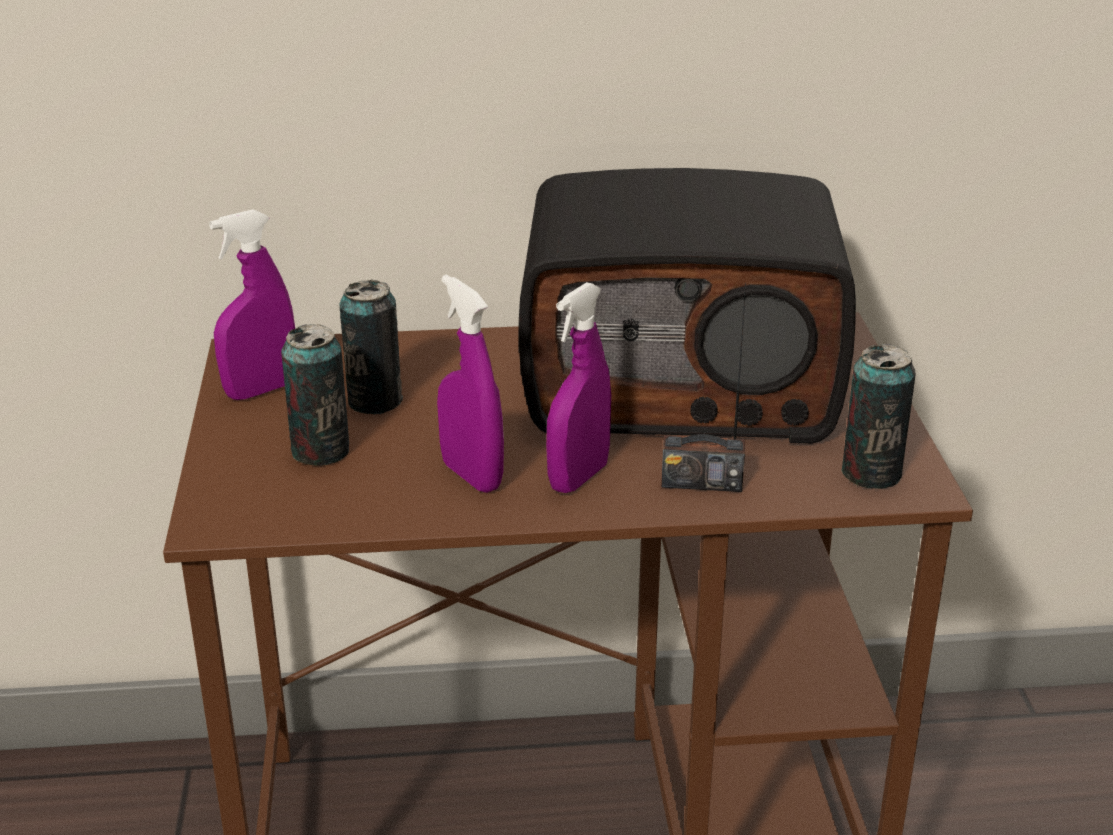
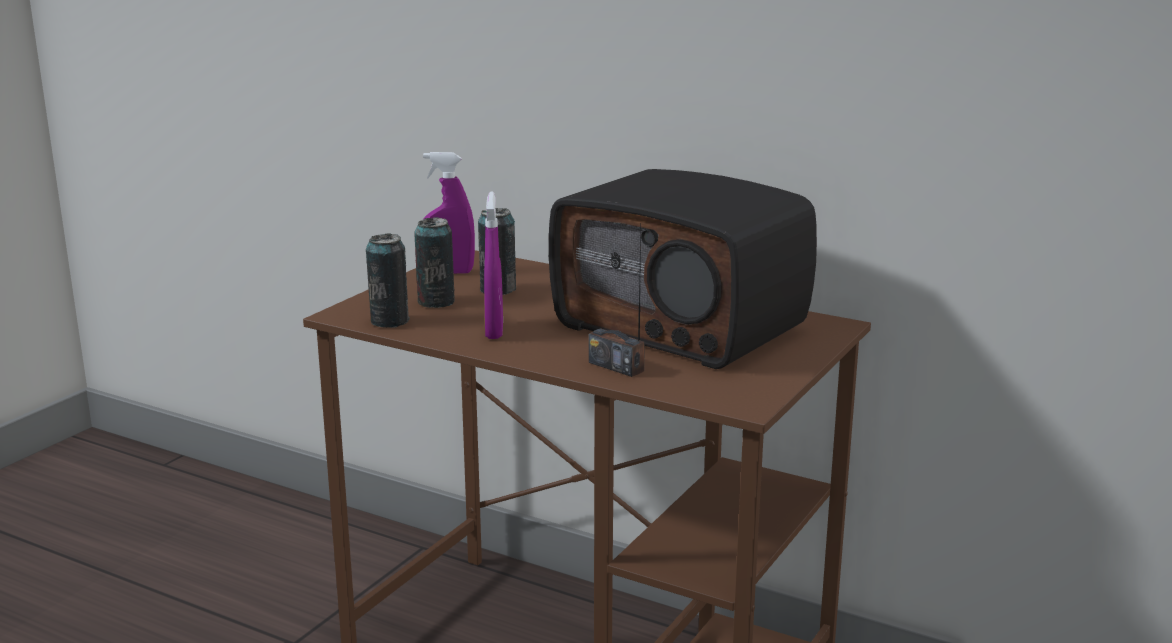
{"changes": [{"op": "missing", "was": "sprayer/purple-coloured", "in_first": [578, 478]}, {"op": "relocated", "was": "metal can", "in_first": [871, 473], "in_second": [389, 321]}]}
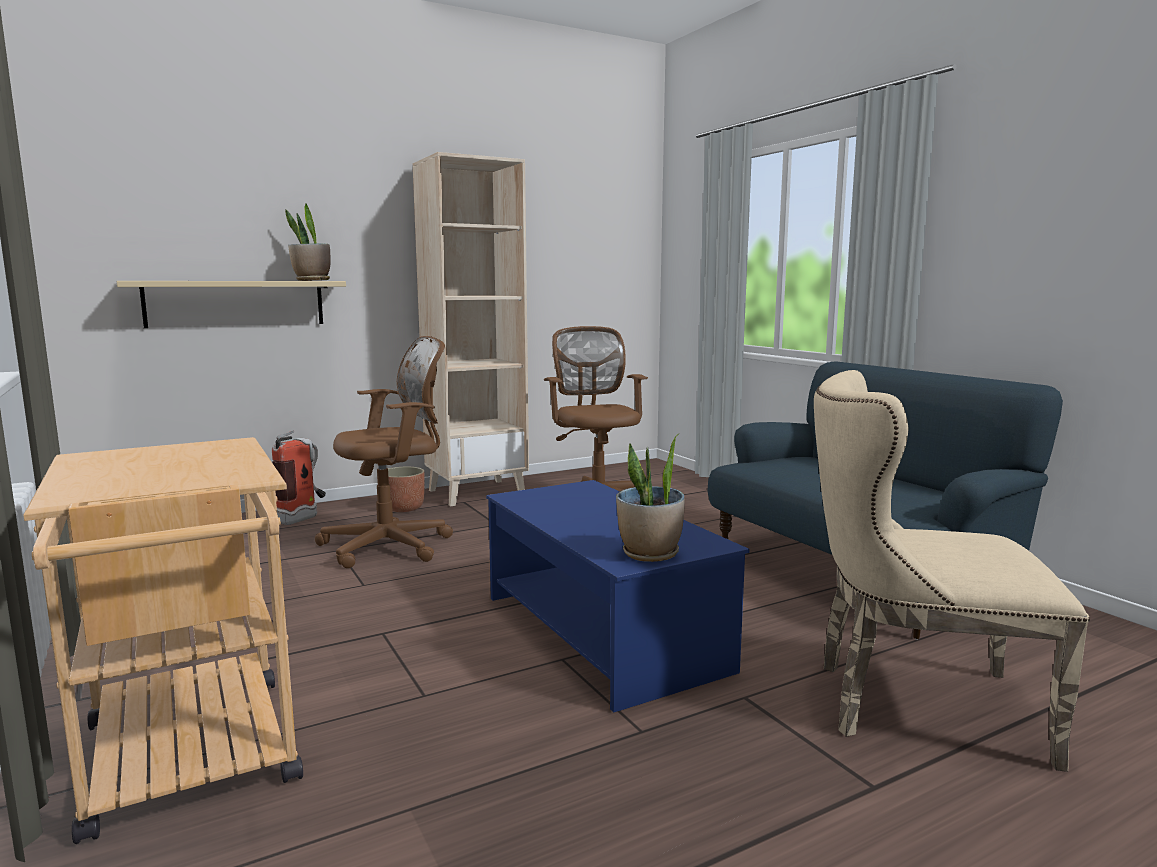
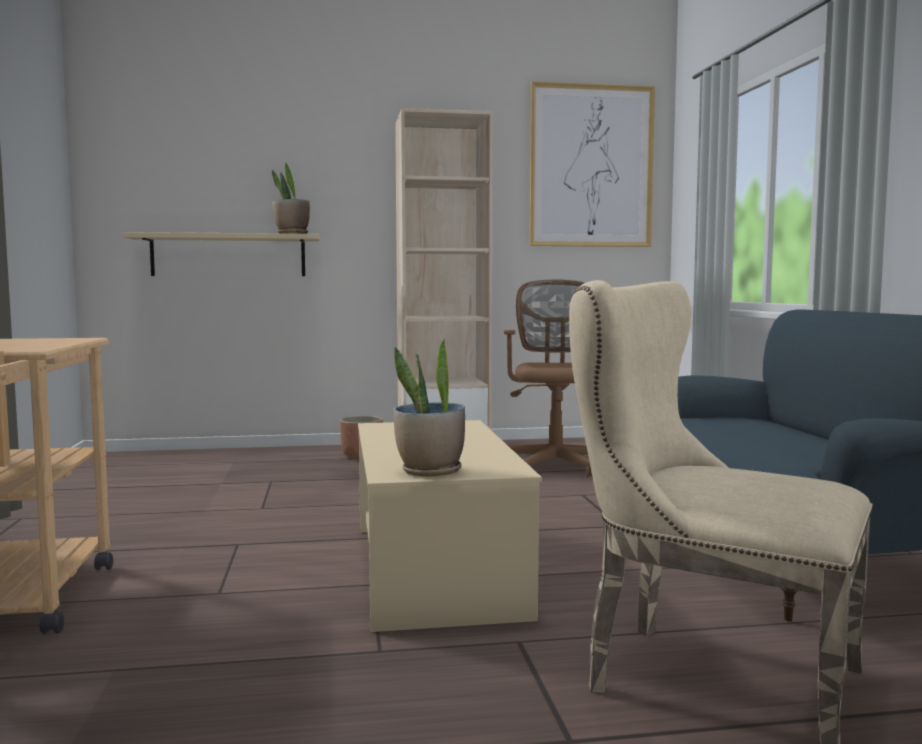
{"changes": [{"op": "missing", "was": "fire extinguisher", "in_first": [303, 518]}, {"op": "missing", "was": "office chair/brownish", "in_first": [392, 546]}, {"op": "appeared", "now": "wall picture", "in_second": [591, 166]}, {"op": "colour", "was": "low table/blue-coloured", "now": "low table/beige", "in_first": [603, 633], "in_second": [435, 569]}]}
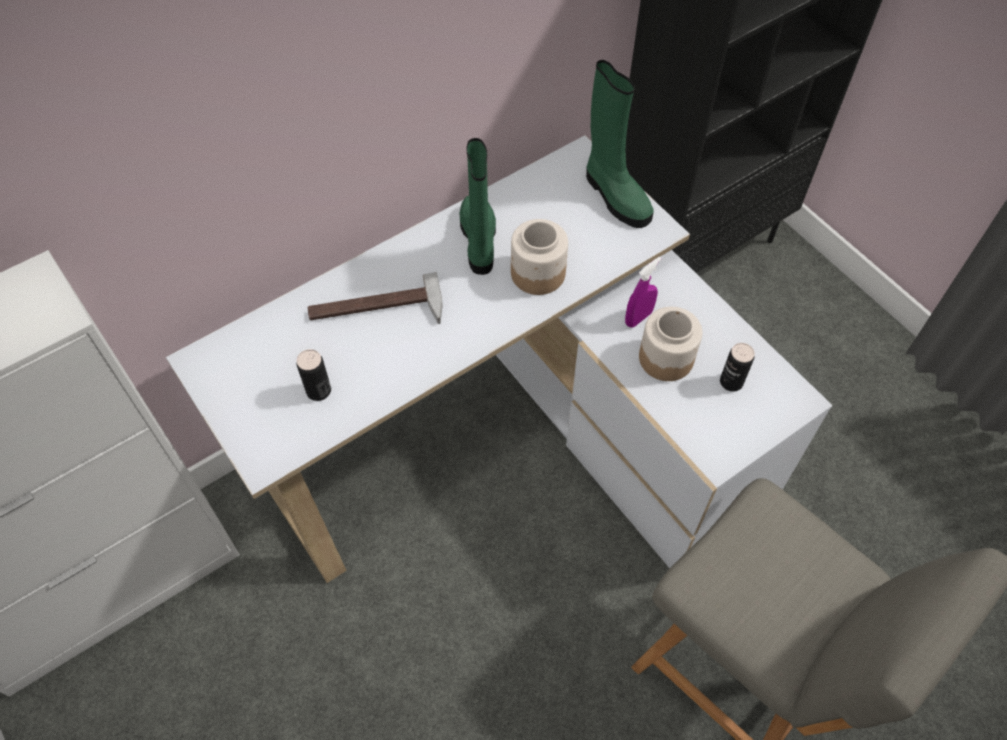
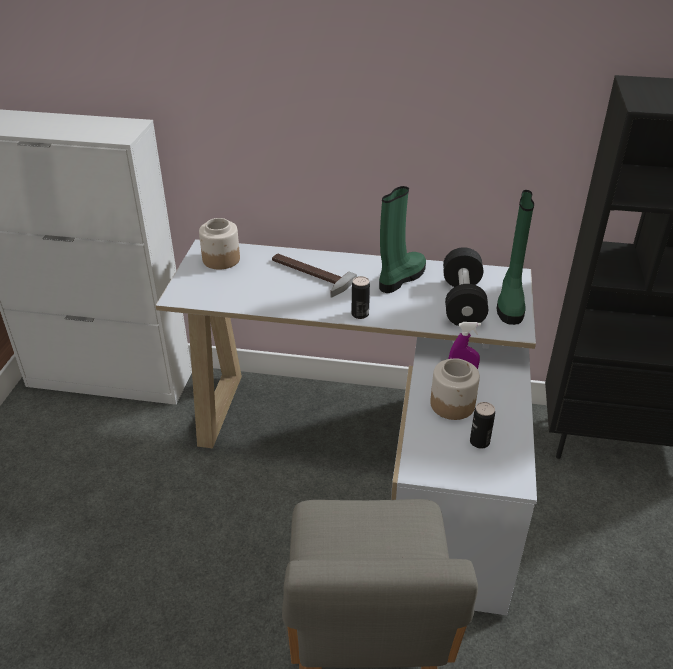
{"changes": [{"op": "appeared", "now": "dumbbell/blackish", "in_second": [462, 302]}, {"op": "relocated", "was": "metal can", "in_first": [318, 390], "in_second": [360, 314]}, {"op": "relocated", "was": "storage jar", "in_first": [537, 274], "in_second": [220, 259]}]}
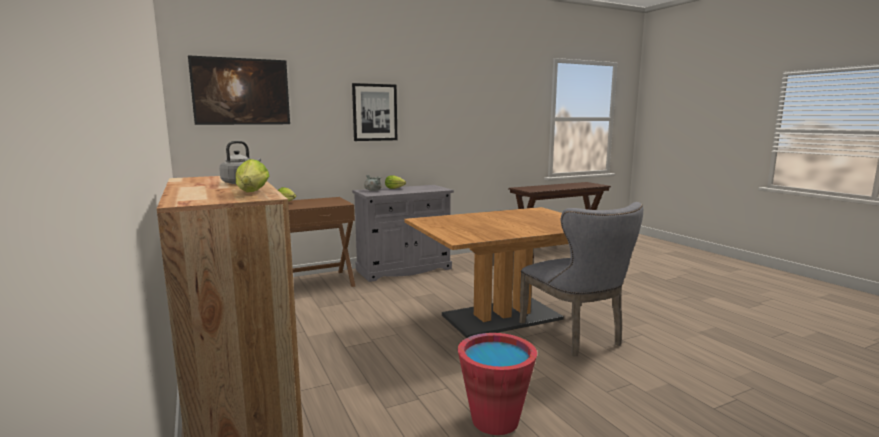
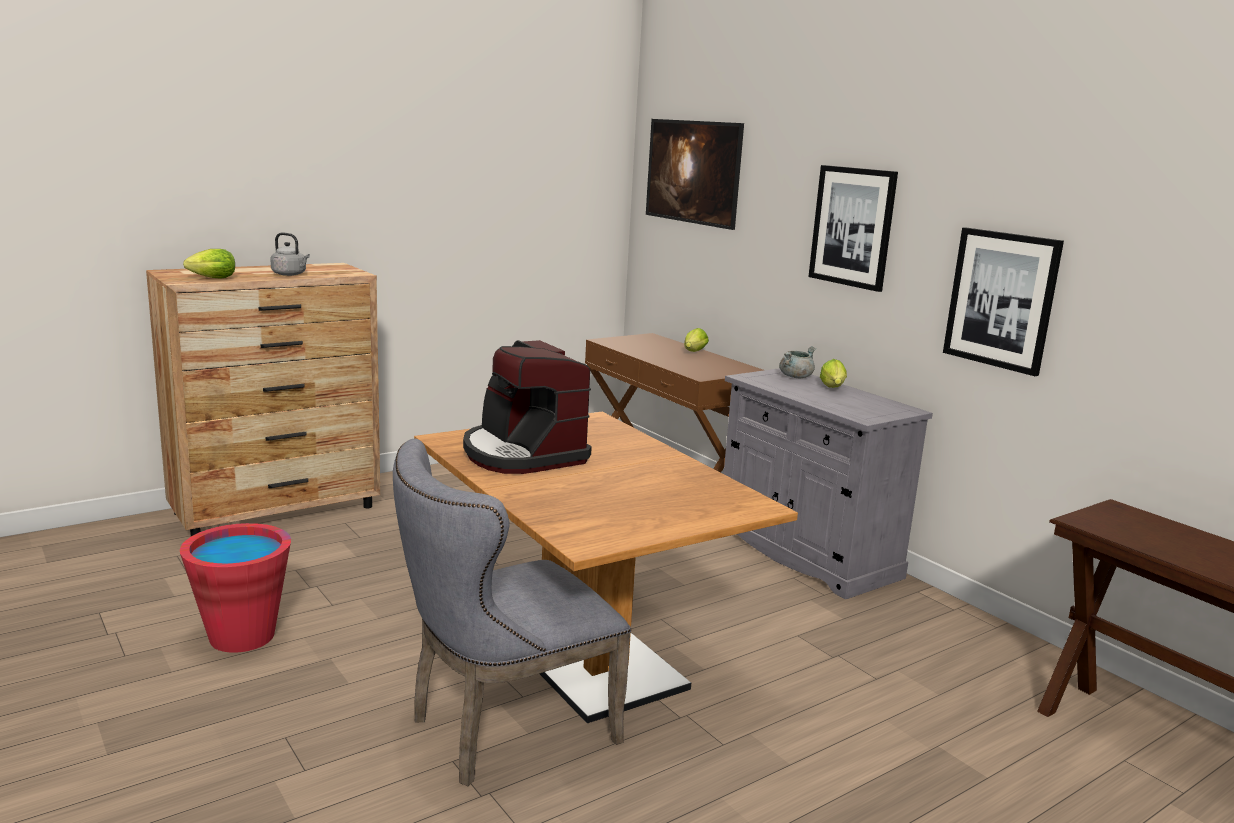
{"changes": [{"op": "appeared", "now": "coffee machine", "in_second": [522, 454]}, {"op": "appeared", "now": "wall picture", "in_second": [1001, 299]}]}
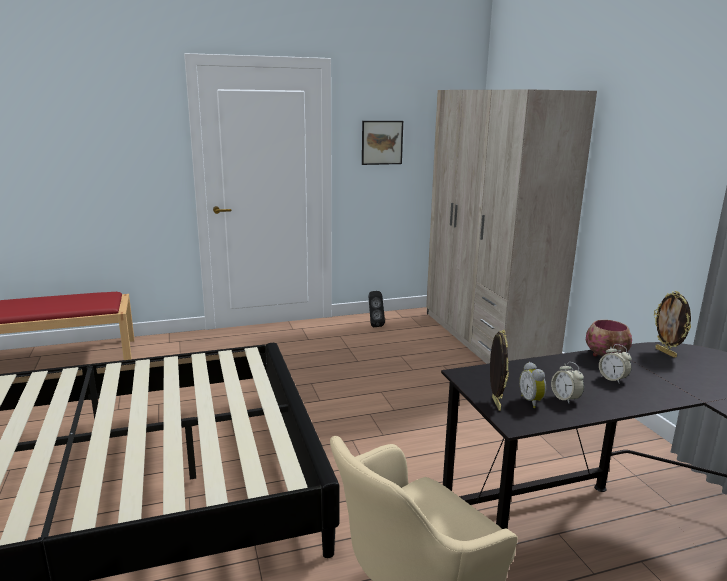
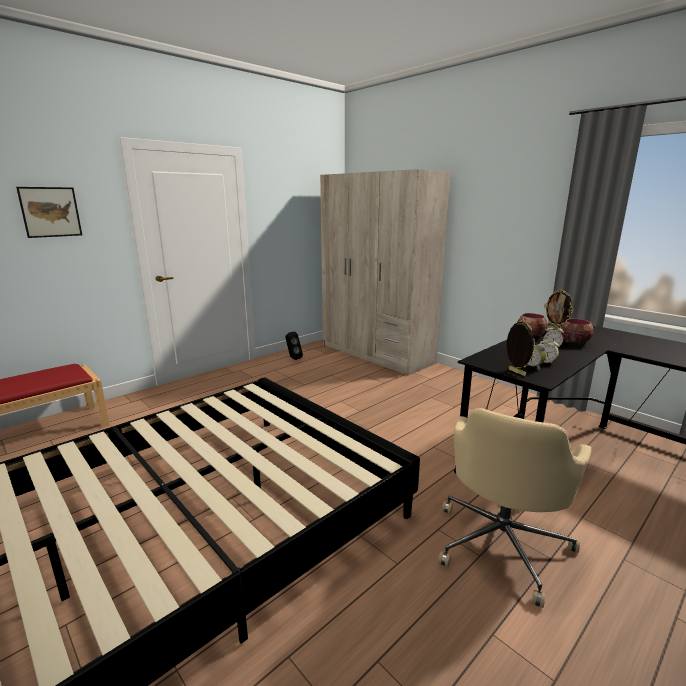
{"changes": [{"op": "appeared", "now": "bowl", "in_second": [573, 342]}, {"op": "relocated", "was": "wall picture", "in_first": [382, 142], "in_second": [50, 212]}]}
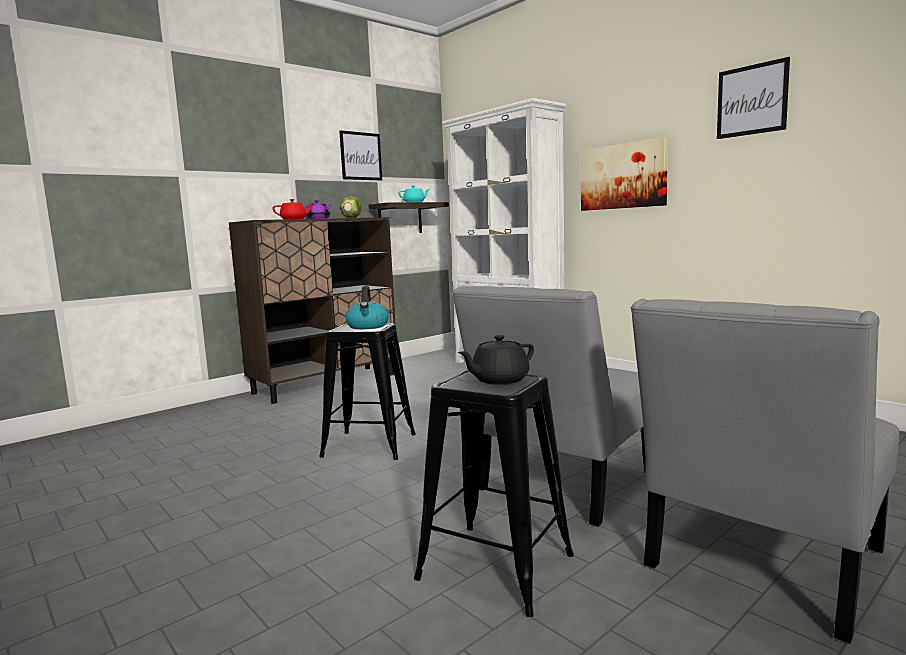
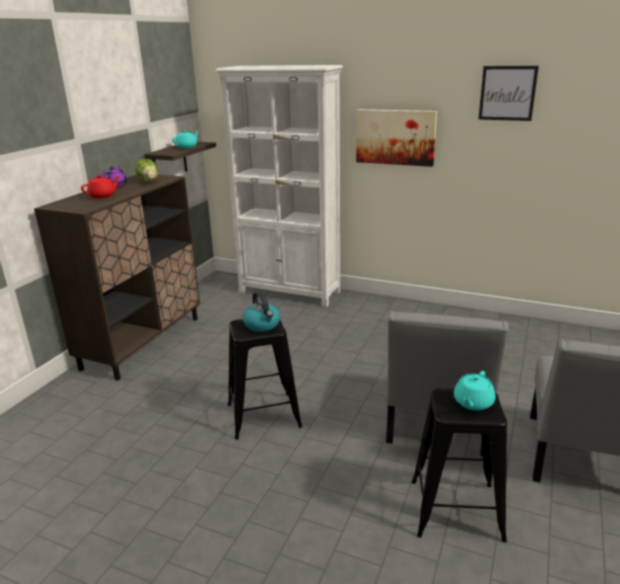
{"changes": [{"op": "missing", "was": "wall picture", "in_first": [361, 156]}, {"op": "colour", "was": "tea pot/blackish", "now": "tea pot/turquoise", "in_first": [498, 380], "in_second": [472, 403]}]}
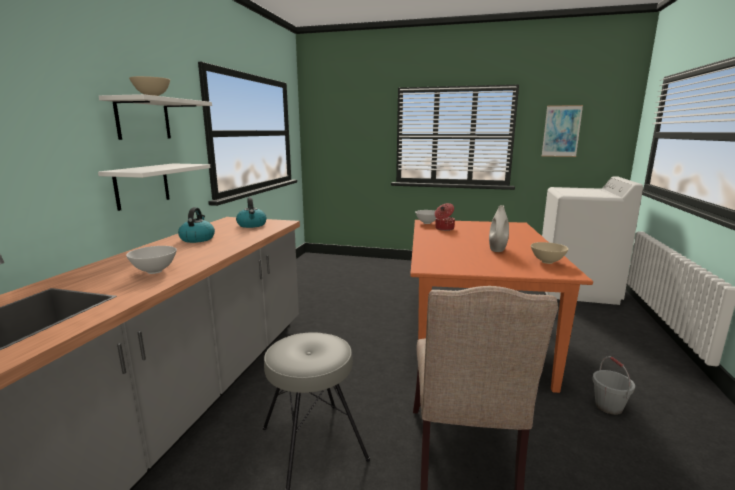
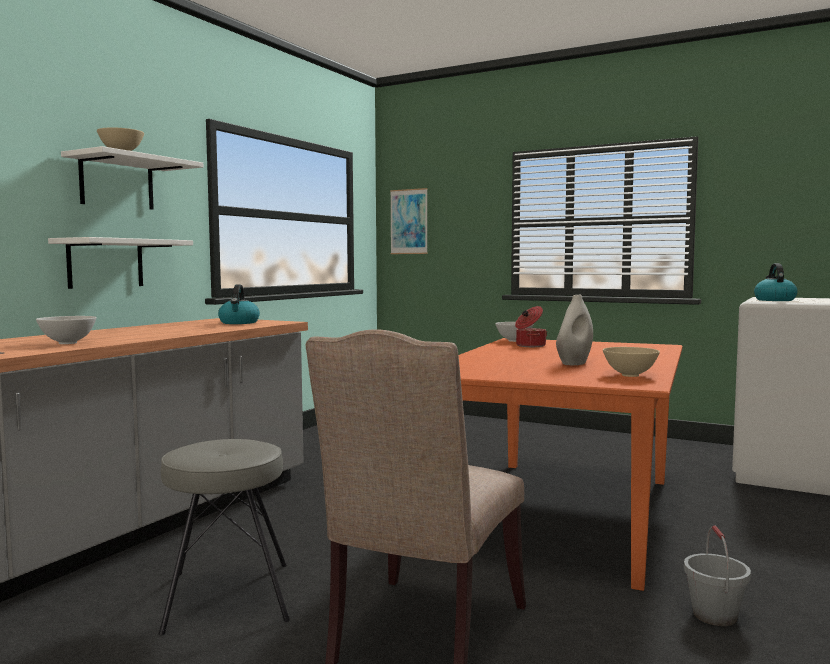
{"changes": [{"op": "relocated", "was": "kettle", "in_first": [197, 239], "in_second": [774, 300]}, {"op": "relocated", "was": "wall picture", "in_first": [561, 131], "in_second": [409, 221]}]}
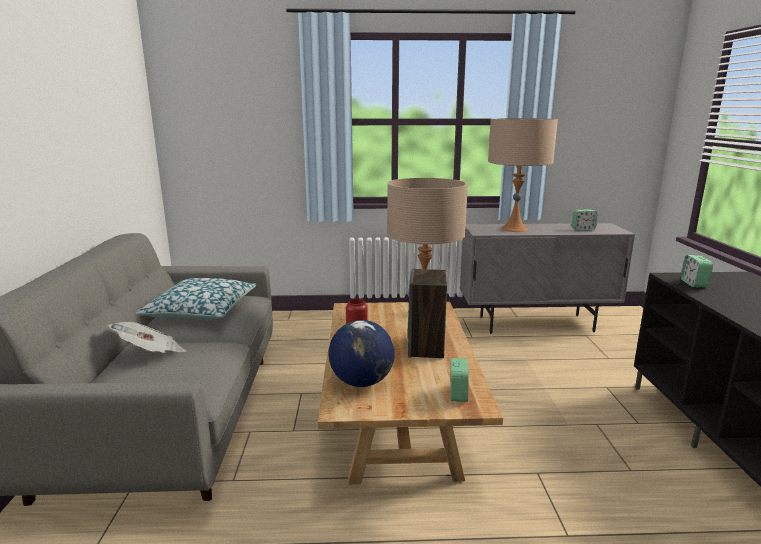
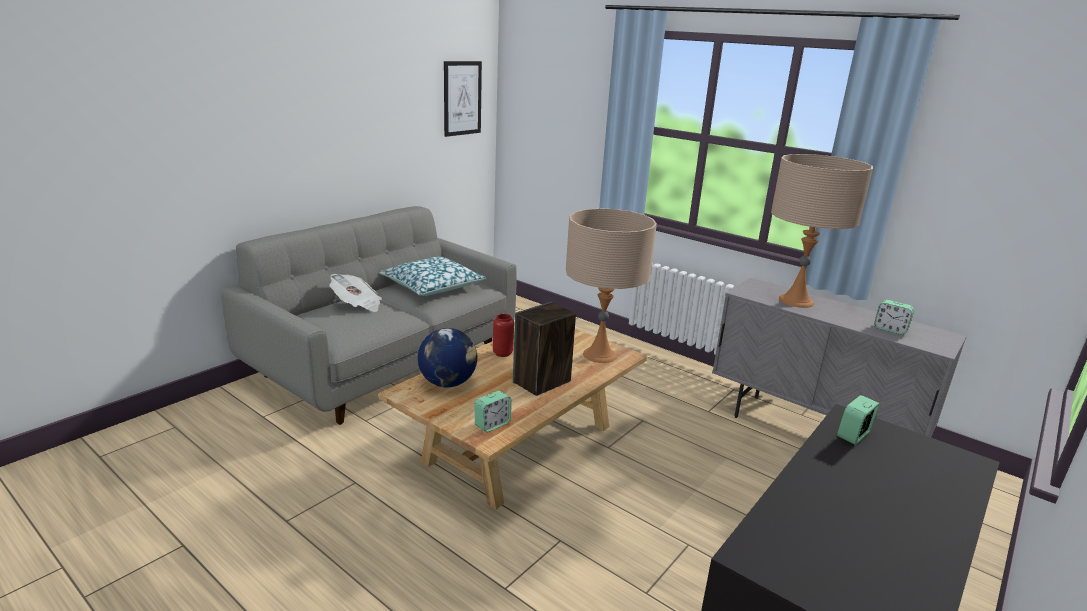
{"changes": [{"op": "appeared", "now": "wall picture", "in_second": [462, 98]}]}
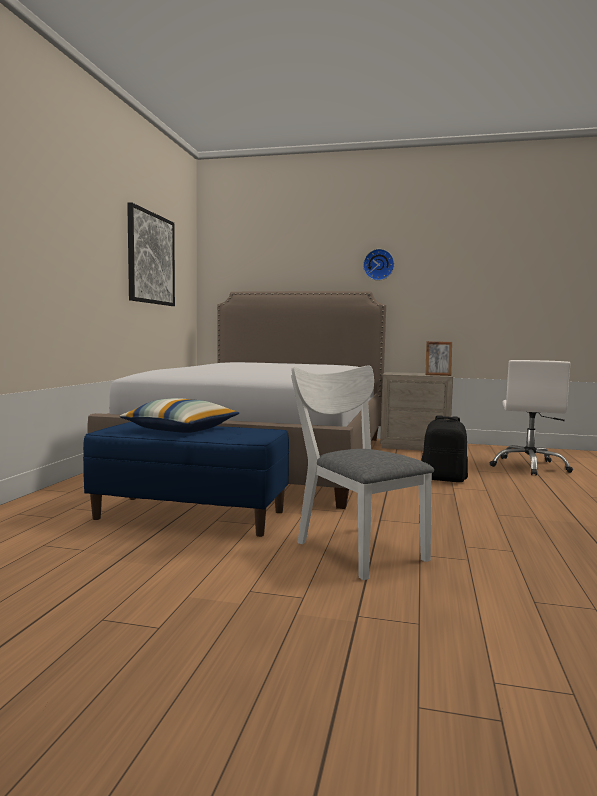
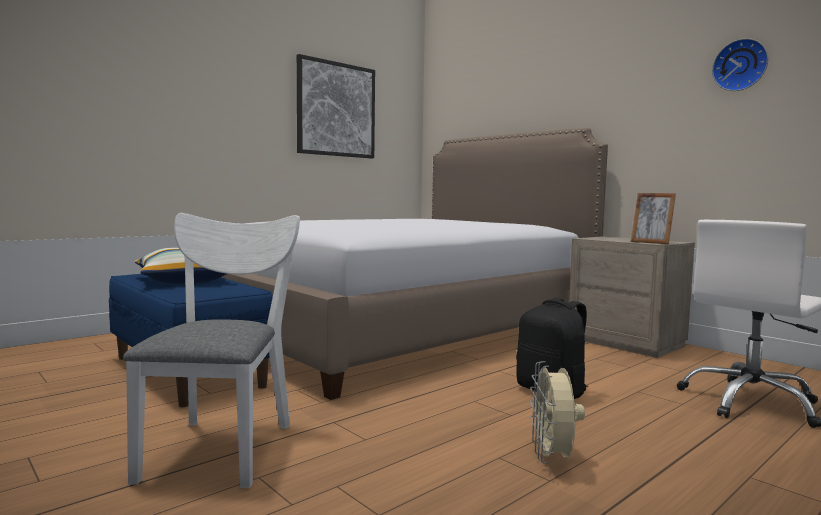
{"changes": [{"op": "appeared", "now": "electric fan/beige", "in_second": [552, 458]}, {"op": "relocated", "was": "clock on the wall", "in_first": [378, 265], "in_second": [740, 65]}]}
